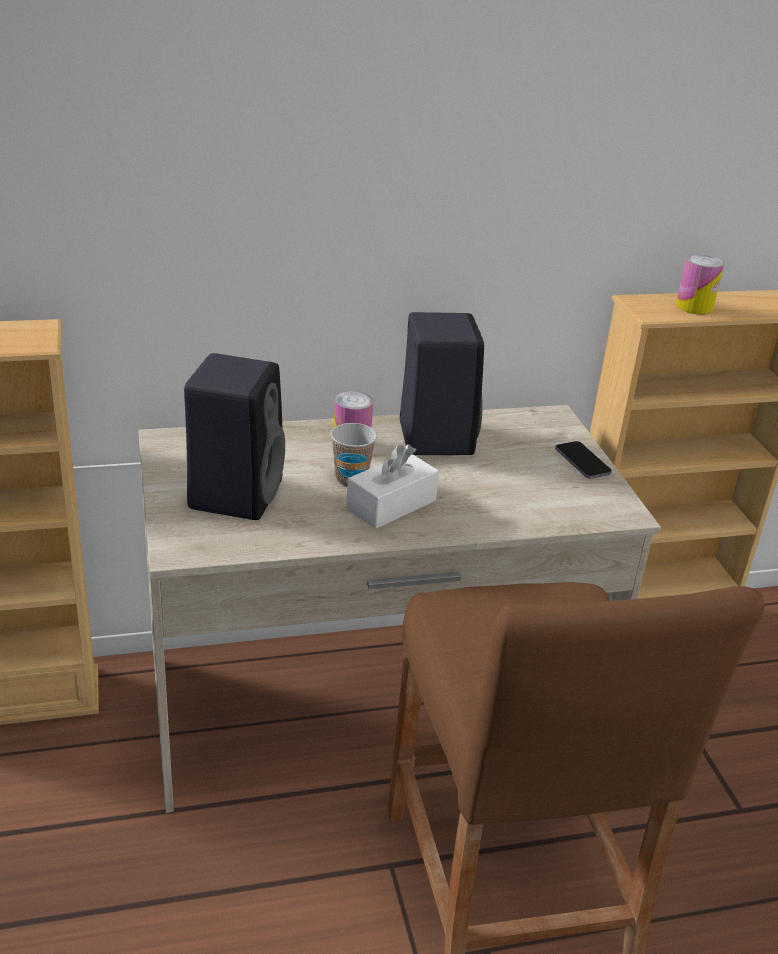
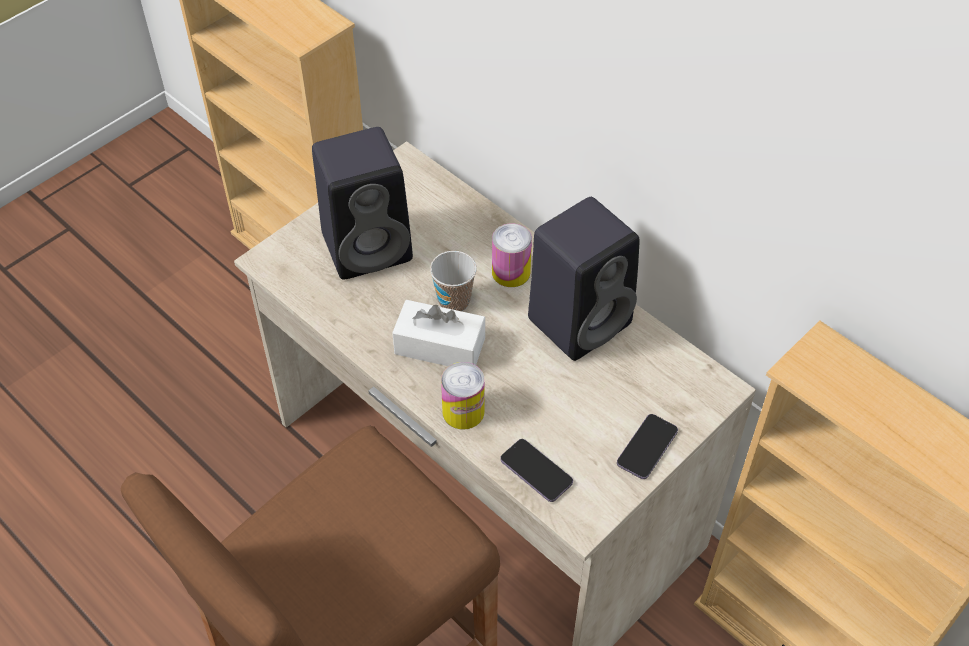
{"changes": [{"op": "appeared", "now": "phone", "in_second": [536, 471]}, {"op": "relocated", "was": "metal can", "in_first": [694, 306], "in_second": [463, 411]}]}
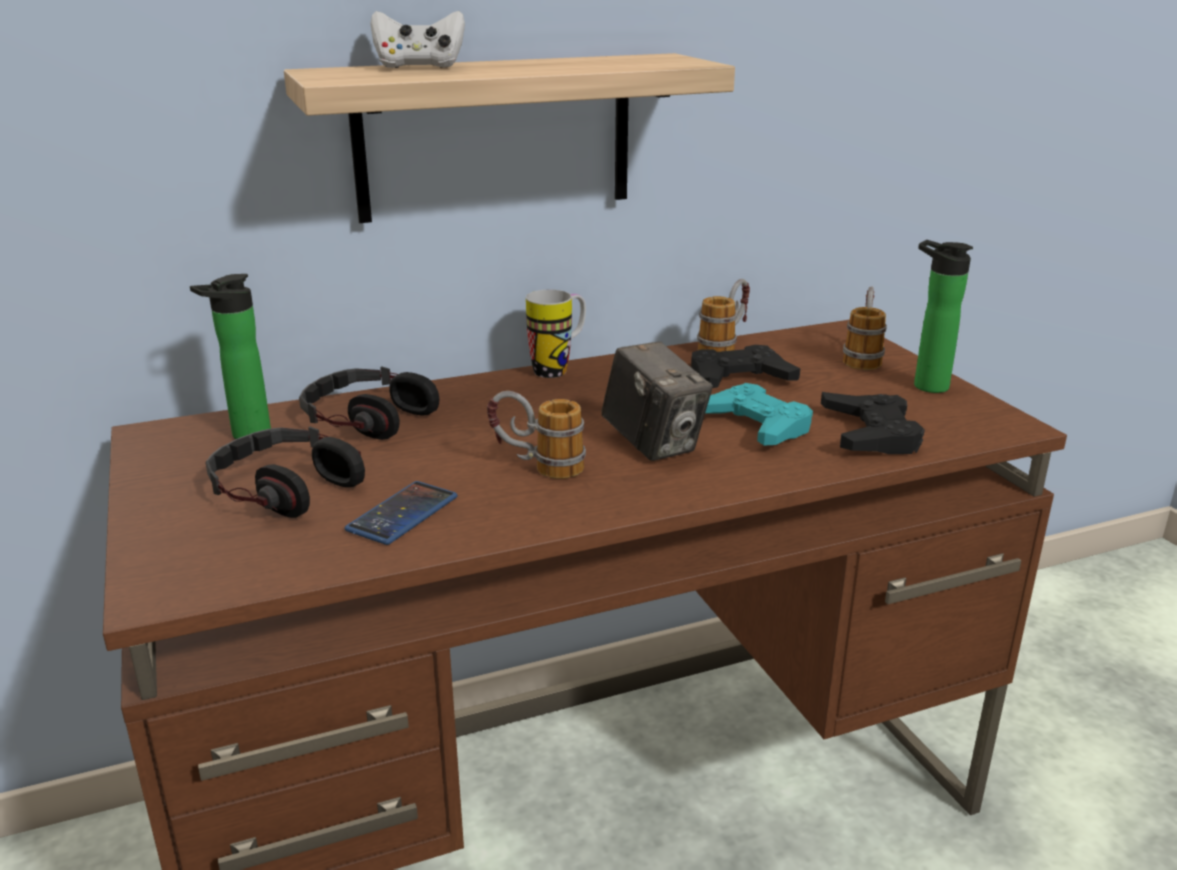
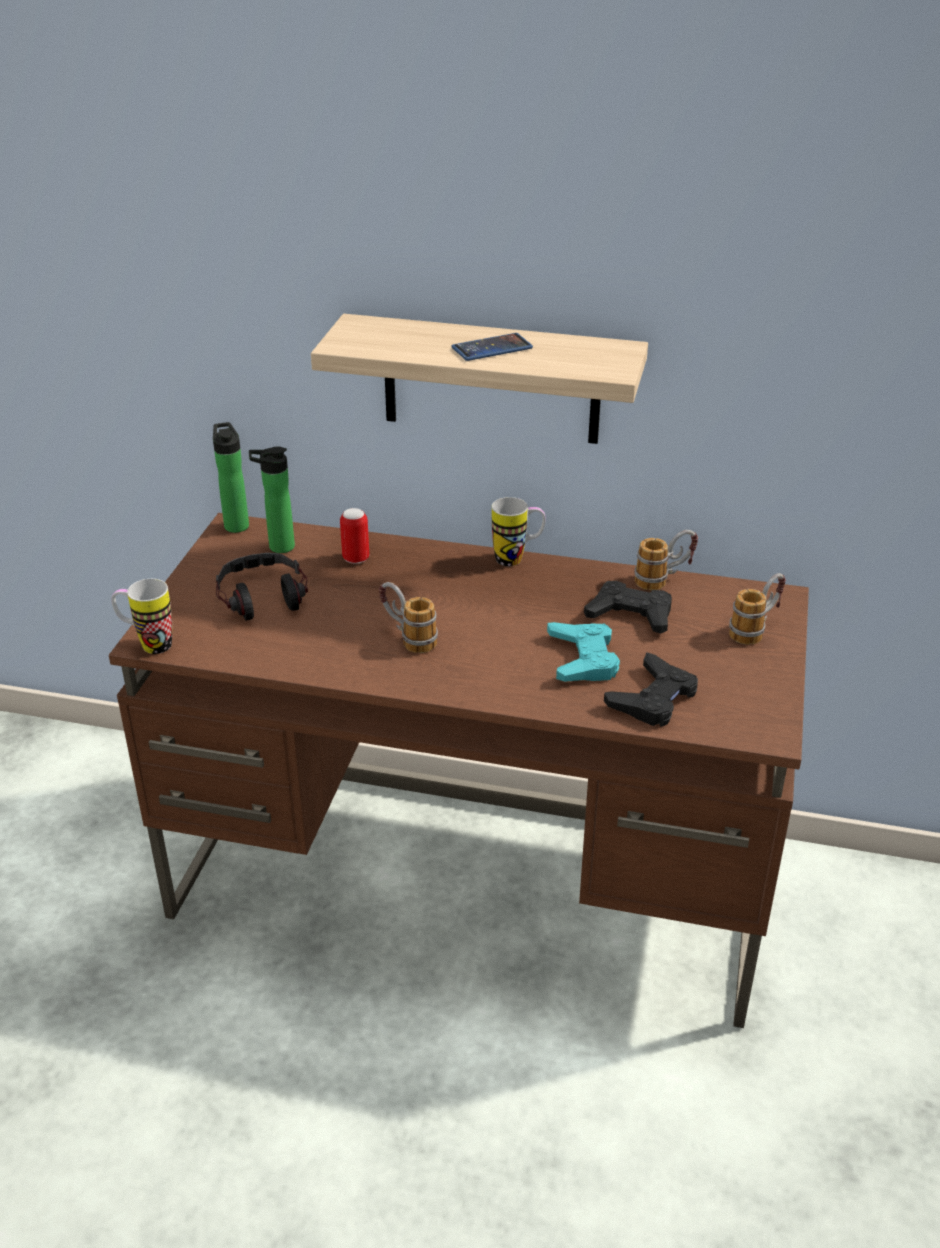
{"changes": [{"op": "missing", "was": "gamepad/white-coloured", "in_first": [419, 67]}, {"op": "missing", "was": "still camera", "in_first": [653, 444]}, {"op": "appeared", "now": "coffee mug", "in_second": [147, 644]}, {"op": "relocated", "was": "phone", "in_first": [402, 514], "in_second": [492, 348]}, {"op": "relocated", "was": "beverage bottle", "in_first": [925, 385], "in_second": [236, 524]}, {"op": "exchanged", "was": "pair of headphones", "now": "metal can", "in_first": [368, 417], "in_second": [356, 558]}]}
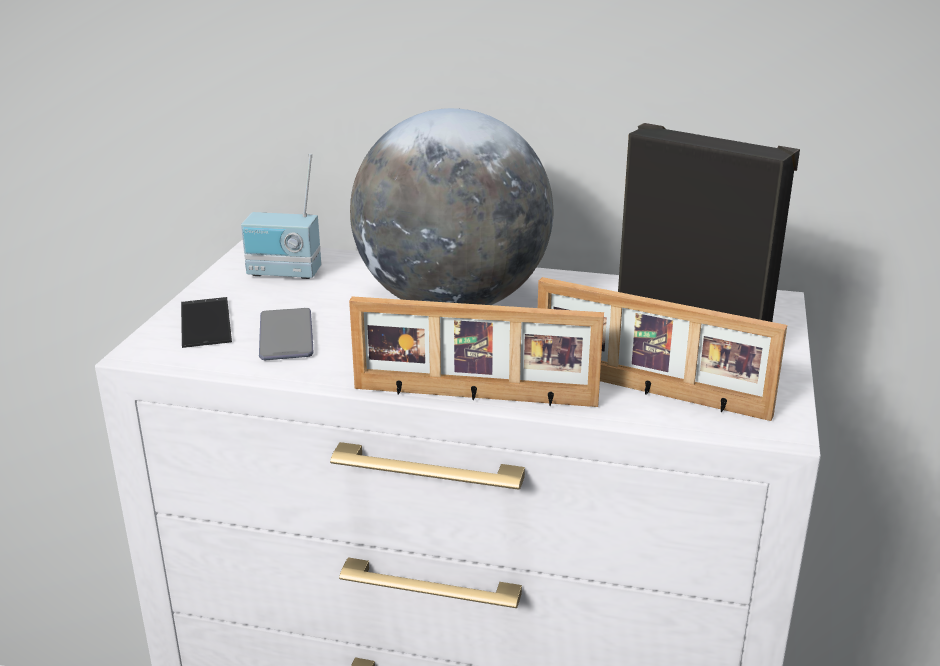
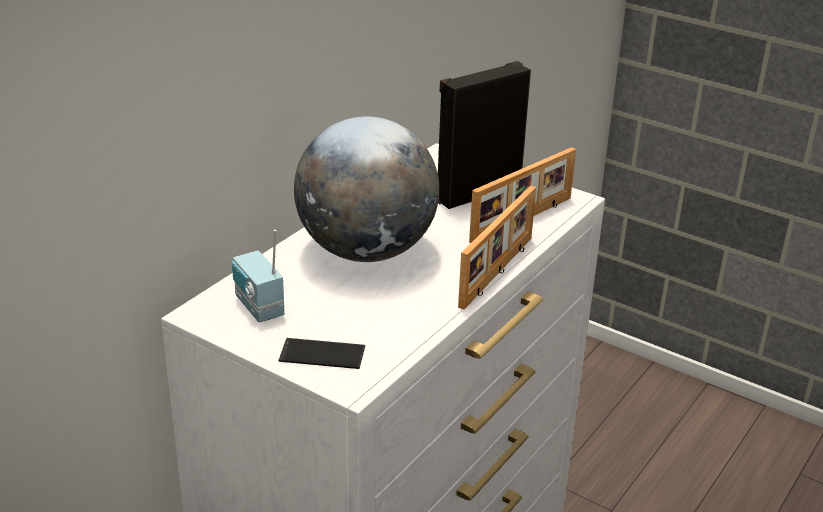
{"changes": [{"op": "missing", "was": "phone", "in_first": [286, 336]}, {"op": "spun", "was": "radio set", "in_first": [284, 274], "in_second": [257, 308], "clockwise": 120}]}
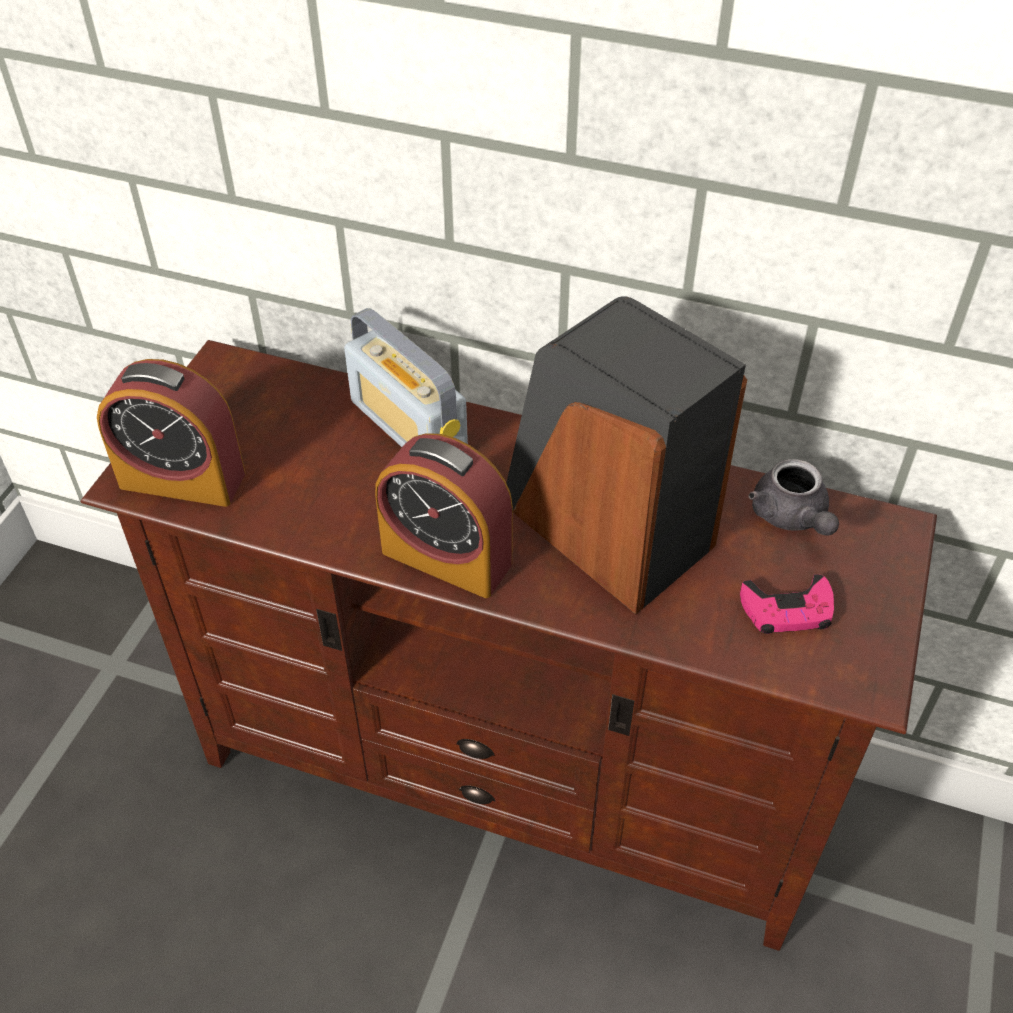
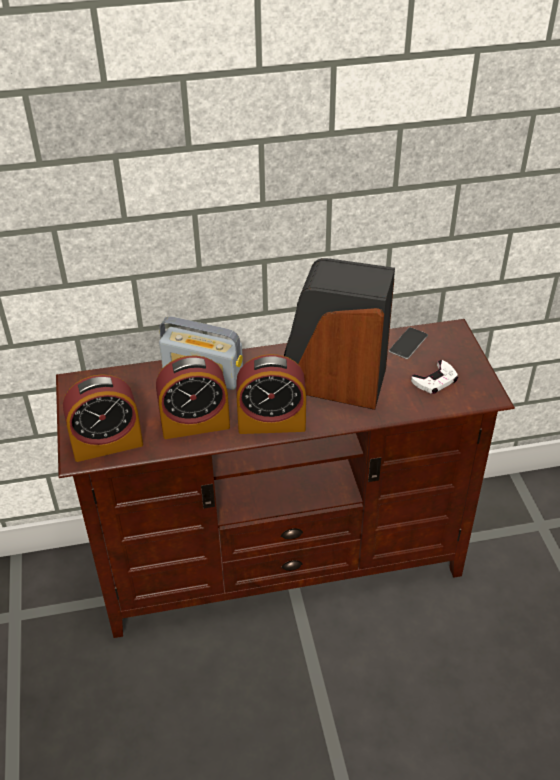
{"changes": [{"op": "appeared", "now": "alarm clock", "in_second": [195, 424]}, {"op": "exchanged", "was": "tea pot/gray", "now": "phone", "in_first": [791, 517], "in_second": [408, 343]}, {"op": "colour", "was": "gamepad/pink", "now": "gamepad/white-coloured", "in_first": [787, 610], "in_second": [435, 381]}]}
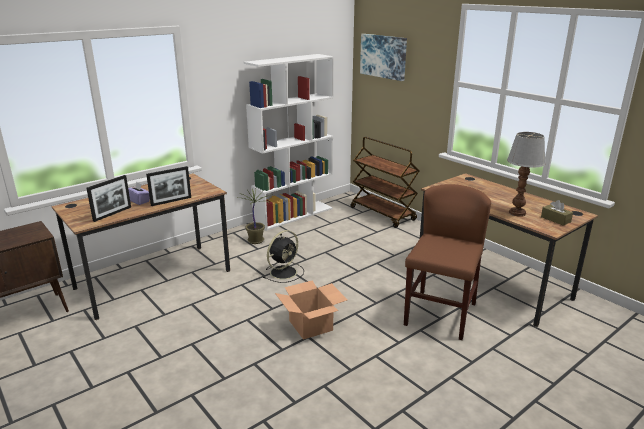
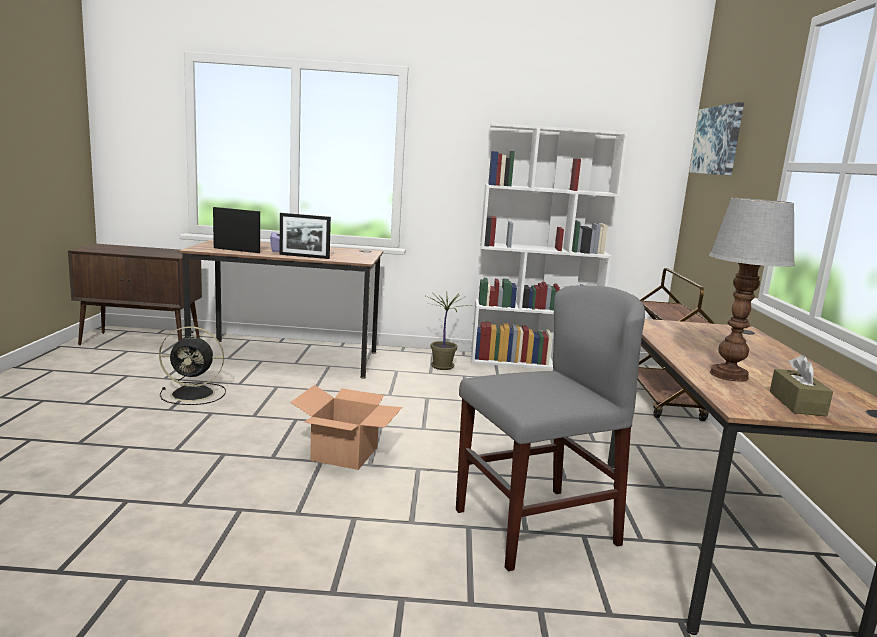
{"changes": [{"op": "relocated", "was": "electric fan/blackish", "in_first": [284, 272], "in_second": [195, 394]}, {"op": "colour", "was": "upright chair/brownish", "now": "upright chair/gray", "in_first": [440, 314], "in_second": [535, 527]}, {"op": "spun", "was": "photo frame", "in_first": [112, 214], "in_second": [236, 250], "clockwise": -150}]}
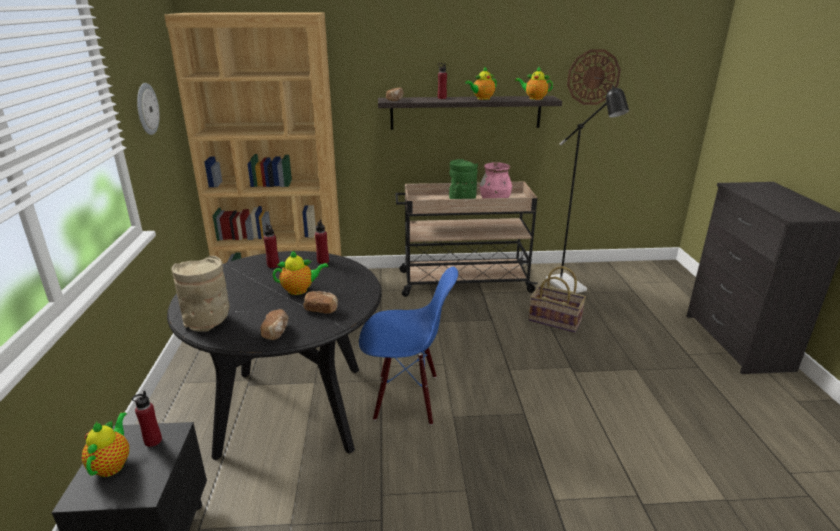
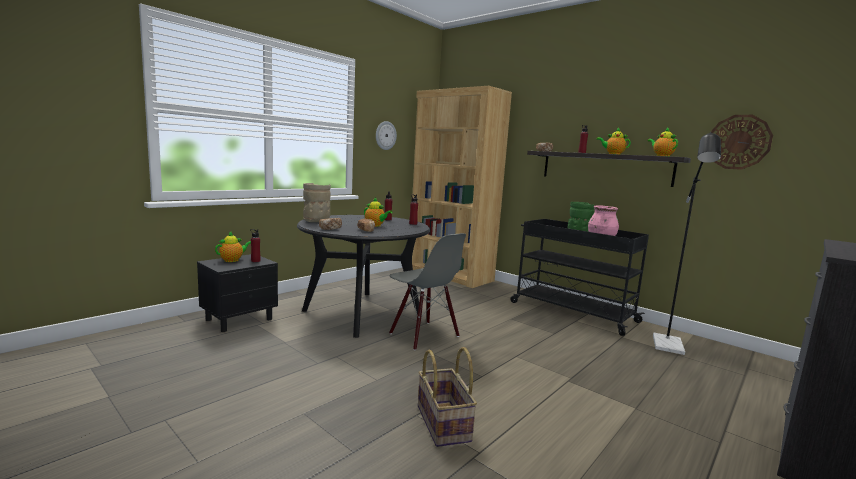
{"changes": [{"op": "relocated", "was": "household basket", "in_first": [555, 320], "in_second": [444, 423]}, {"op": "colour", "was": "upright chair/blue-coloured", "now": "upright chair/gray", "in_first": [406, 398], "in_second": [423, 335]}, {"op": "colour", "was": "cart/beige", "now": "cart/blackish", "in_first": [463, 281], "in_second": [571, 311]}]}
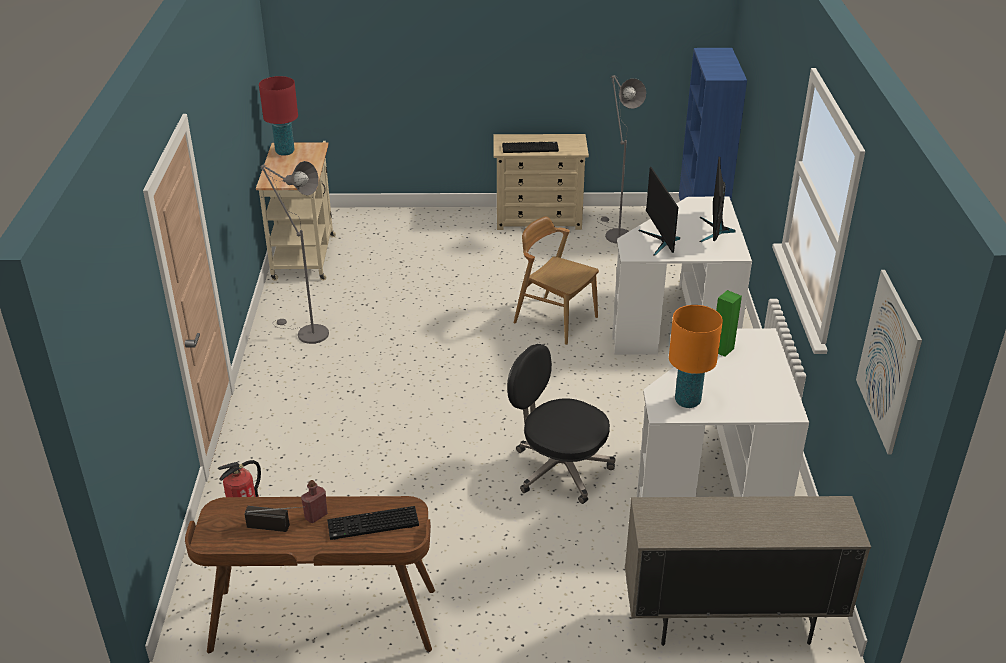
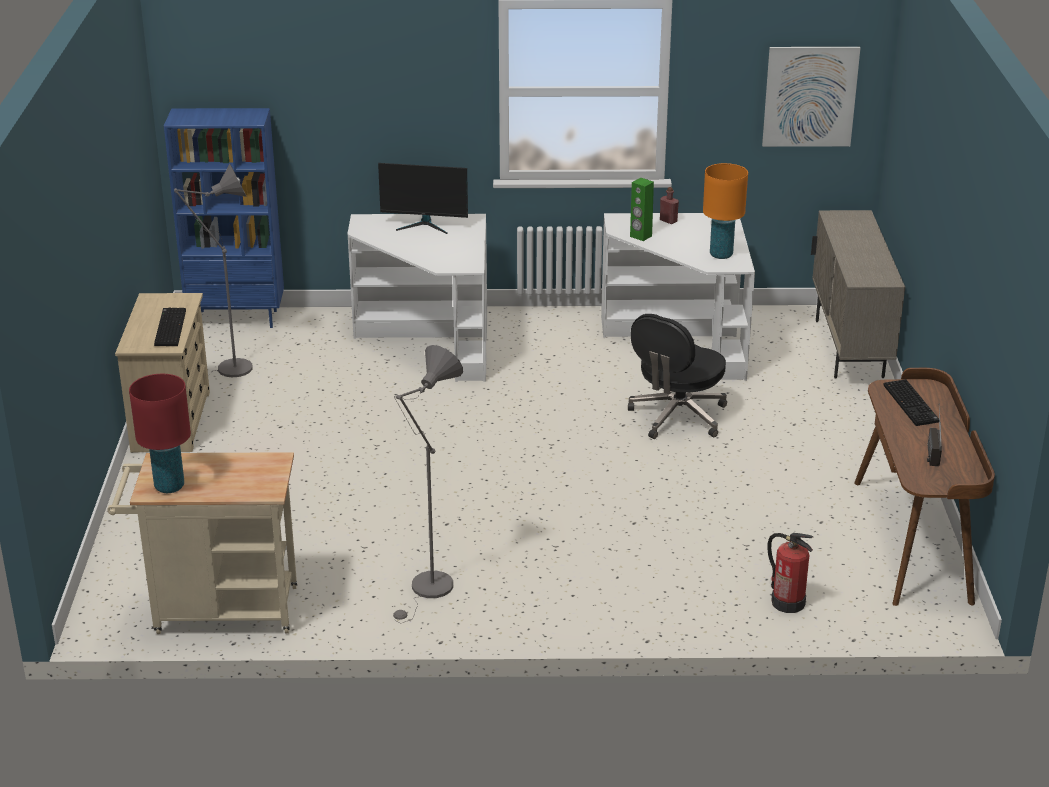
{"changes": [{"op": "missing", "was": "upright chair/brownish", "in_first": [555, 320]}, {"op": "missing", "was": "computer screen", "in_first": [660, 241]}, {"op": "relocated", "was": "beverage bottle/reddish", "in_first": [316, 516], "in_second": [668, 221]}]}
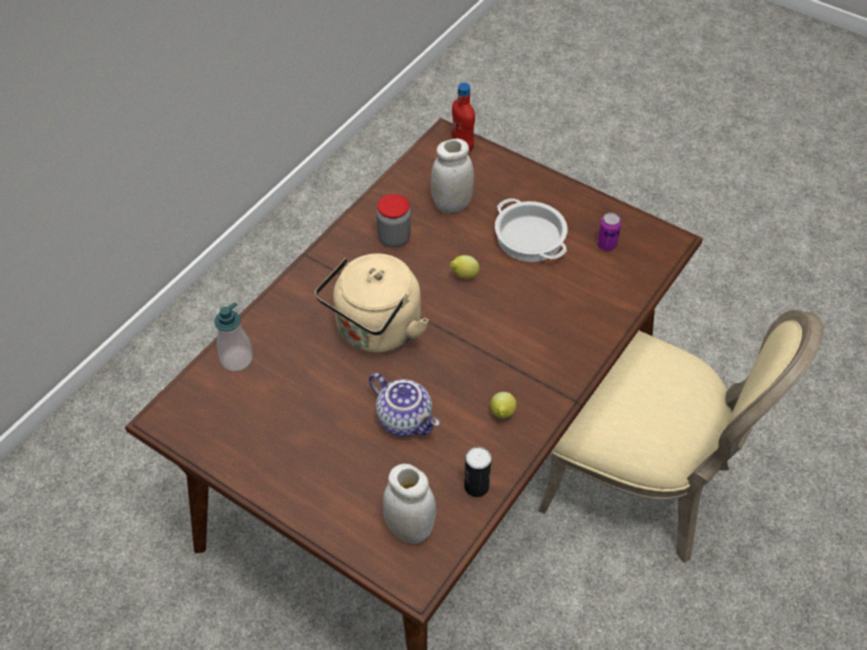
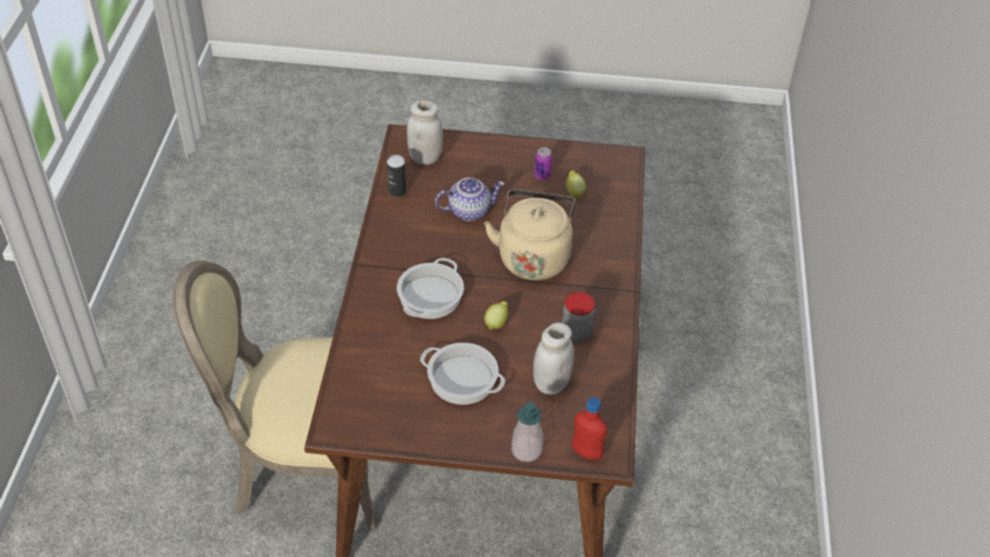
{"changes": [{"op": "appeared", "now": "saucepot", "in_second": [430, 297]}, {"op": "relocated", "was": "liquid soap bottle", "in_first": [236, 359], "in_second": [526, 450]}, {"op": "relocated", "was": "citrus fruit", "in_first": [502, 414], "in_second": [574, 192]}, {"op": "relocated", "was": "metal can", "in_first": [606, 244], "in_second": [542, 176]}, {"op": "spun", "was": "tea pot", "in_first": [406, 419], "in_second": [469, 210], "clockwise": 150}]}
